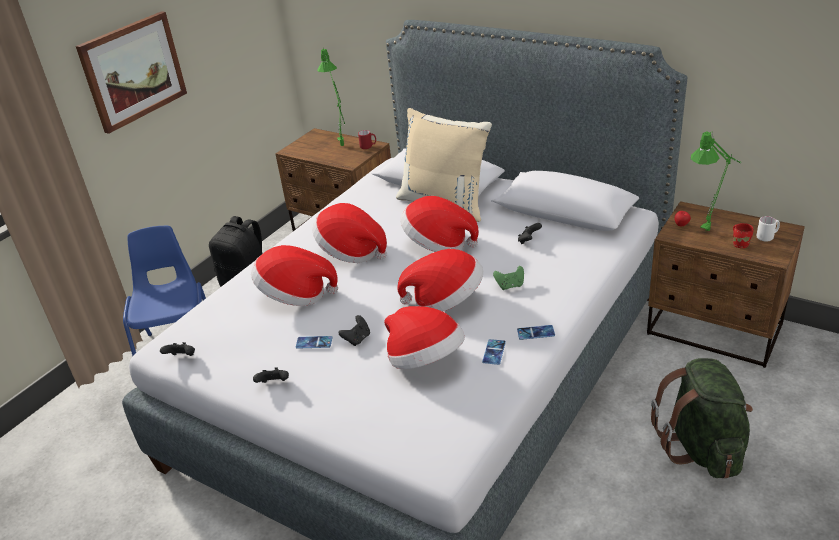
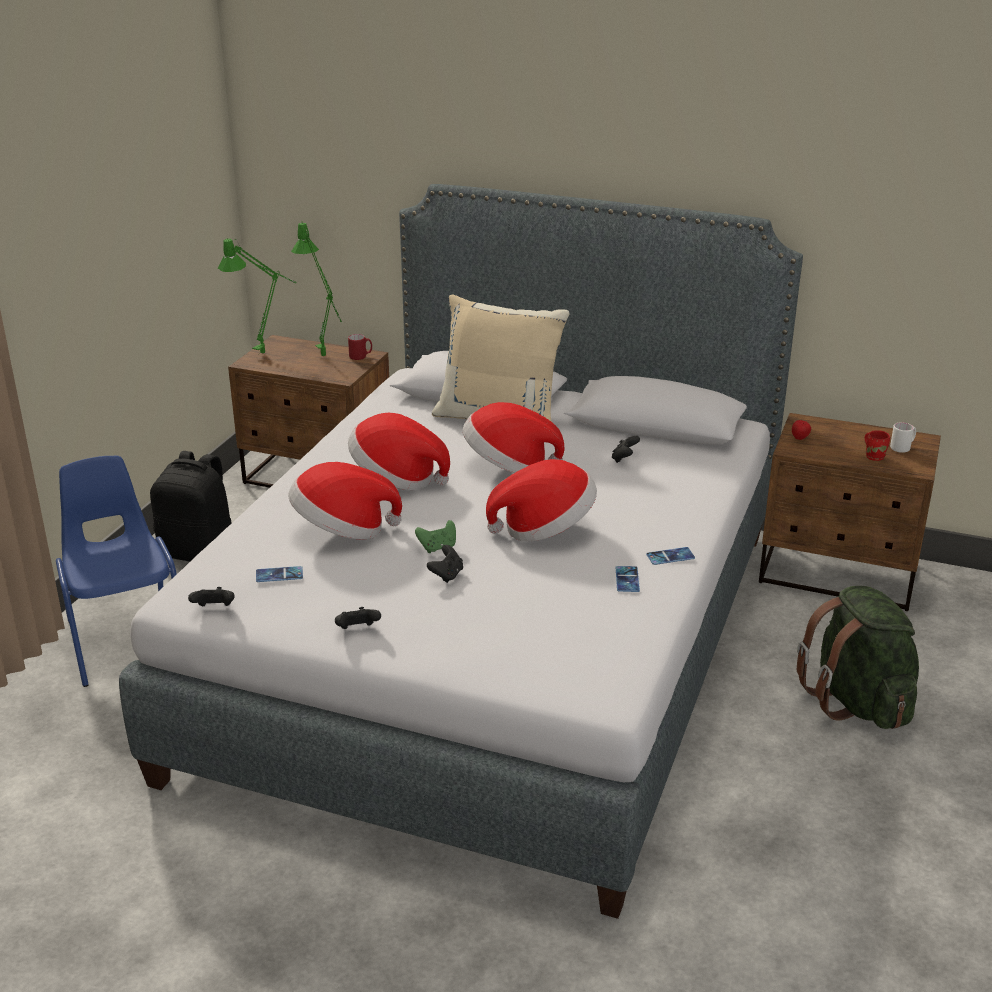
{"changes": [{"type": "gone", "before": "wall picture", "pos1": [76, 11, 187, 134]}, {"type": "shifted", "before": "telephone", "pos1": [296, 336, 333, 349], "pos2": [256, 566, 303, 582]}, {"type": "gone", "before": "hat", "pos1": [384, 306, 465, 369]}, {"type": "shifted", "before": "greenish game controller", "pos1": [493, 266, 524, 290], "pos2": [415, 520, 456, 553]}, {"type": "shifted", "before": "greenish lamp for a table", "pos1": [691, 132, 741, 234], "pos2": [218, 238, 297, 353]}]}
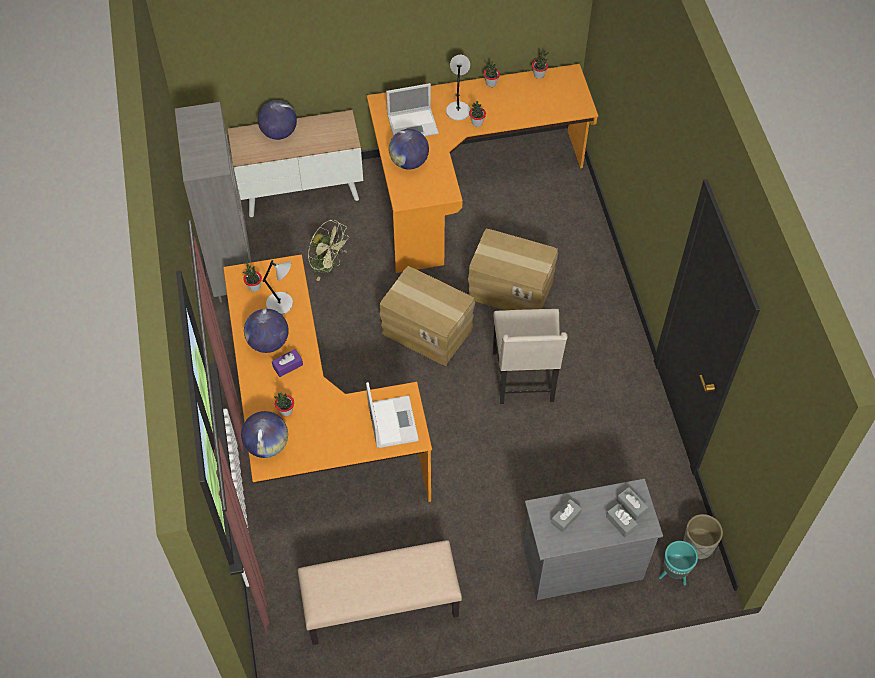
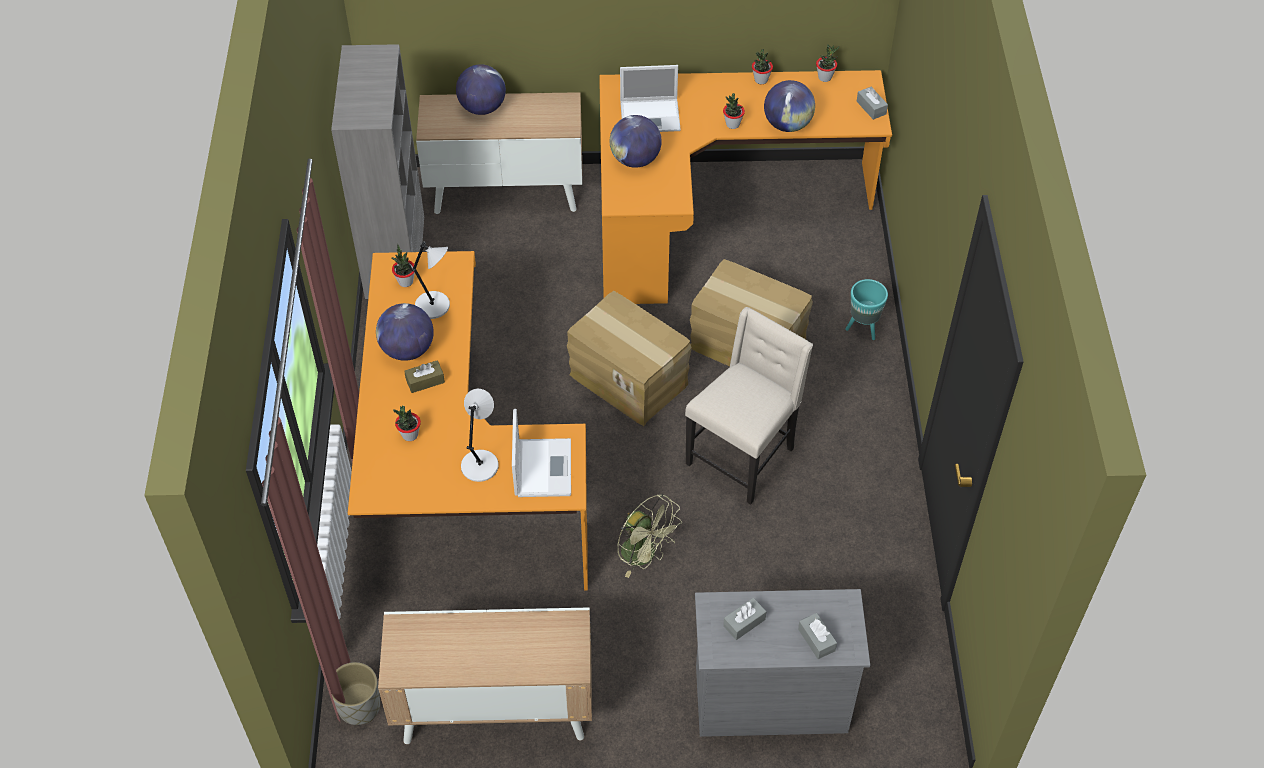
{"changes": [{"type": "shifted", "before": "world globe", "pos1": [241, 411, 288, 458], "pos2": [764, 80, 815, 132]}, {"type": "repainted", "before": "purple-coloured box of tissues", "after": "brown-coloured box of tissues", "pos1": [272, 349, 303, 377], "pos2": [404, 360, 445, 393]}, {"type": "swapped", "before": "beige bench", "after": "cabinet", "pos1": [298, 540, 462, 645], "pos2": [378, 607, 592, 744]}, {"type": "shifted", "before": "greenish fan", "pos1": [308, 219, 350, 281], "pos2": [617, 494, 682, 578]}, {"type": "shifted", "before": "grey lamp for a table", "pos1": [446, 55, 470, 120], "pos2": [461, 389, 499, 482]}, {"type": "rotated", "before": "beige upright chair", "pos1": [493, 309, 567, 404], "pos2": [685, 307, 813, 505], "turn": -150}, {"type": "shifted", "before": "grey box of tissues", "pos1": [616, 487, 648, 521], "pos2": [857, 87, 888, 120]}, {"type": "shifted", "before": "turquoise plant pot", "pos1": [659, 541, 698, 586], "pos2": [845, 279, 888, 340]}, {"type": "shifted", "before": "grey plant pot", "pos1": [683, 514, 723, 559], "pos2": [332, 662, 380, 725]}]}
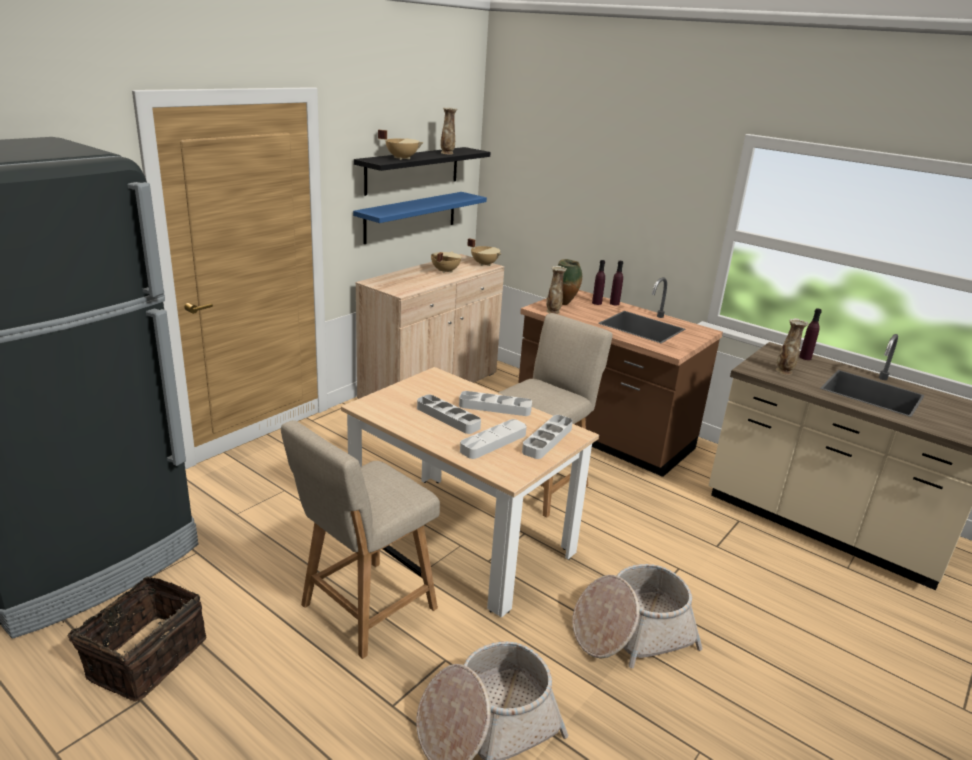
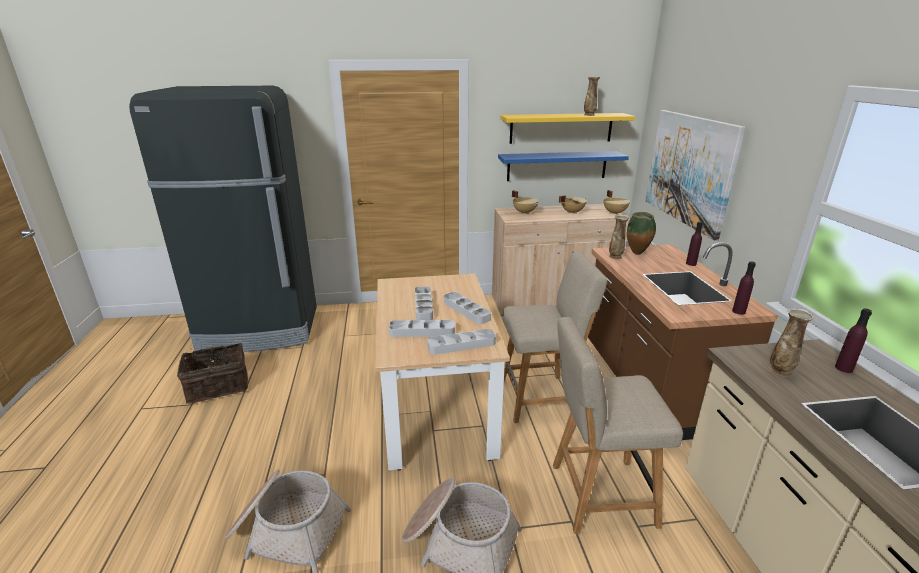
{"changes": [{"type": "shifted", "before": "beige upright chair", "pos1": [281, 420, 440, 659], "pos2": [553, 317, 683, 534]}, {"type": "repainted", "before": "black-coloured shelf", "after": "yellow-coloured shelf", "pos1": [354, 147, 491, 196], "pos2": [500, 113, 636, 144]}, {"type": "shifted", "before": "beige cooking pot", "pos1": [378, 130, 424, 160], "pos2": [512, 190, 538, 214]}, {"type": "shifted", "before": "purple-coloured bottle", "pos1": [592, 260, 605, 305], "pos2": [732, 261, 756, 315]}, {"type": "new", "after": "wall picture", "pos2": [645, 110, 746, 240]}]}
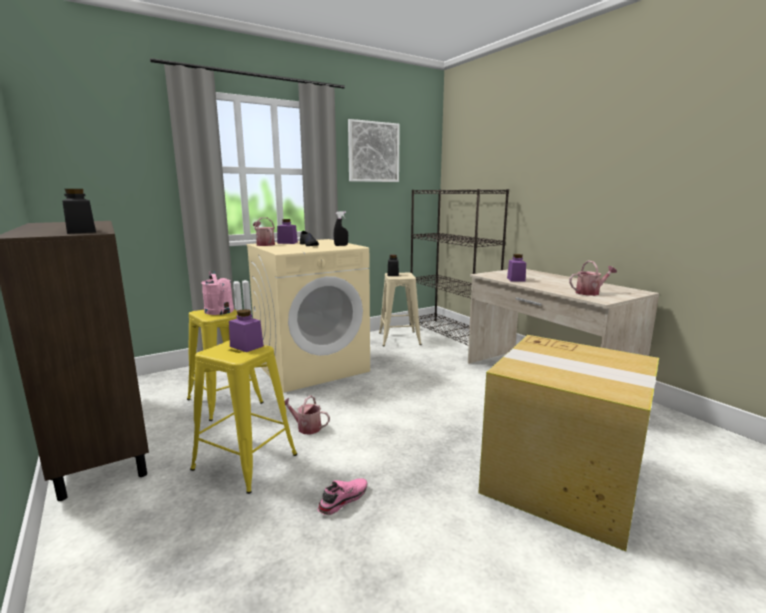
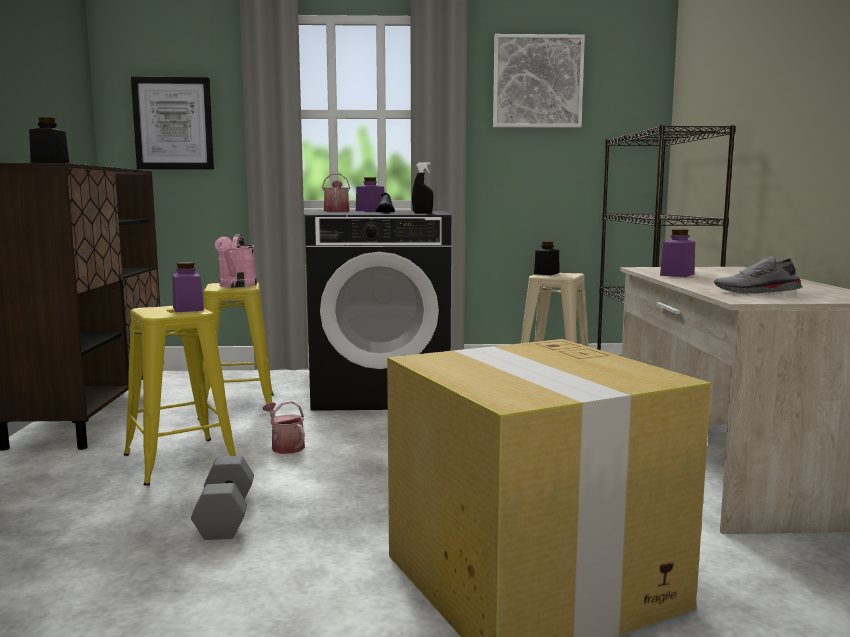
{"changes": [{"type": "repainted", "before": "beige laundry machine", "after": "black-coloured laundry machine", "pos1": [246, 239, 370, 393], "pos2": [305, 211, 451, 411]}, {"type": "swapped", "before": "pink low shoe", "after": "grey dumbbell", "pos1": [318, 478, 368, 515], "pos2": [191, 456, 254, 540]}, {"type": "swapped", "before": "sprinkling can", "after": "grey low shoe", "pos1": [569, 261, 617, 296], "pos2": [714, 256, 802, 294]}, {"type": "new", "after": "wall picture", "pos2": [131, 77, 214, 169]}]}
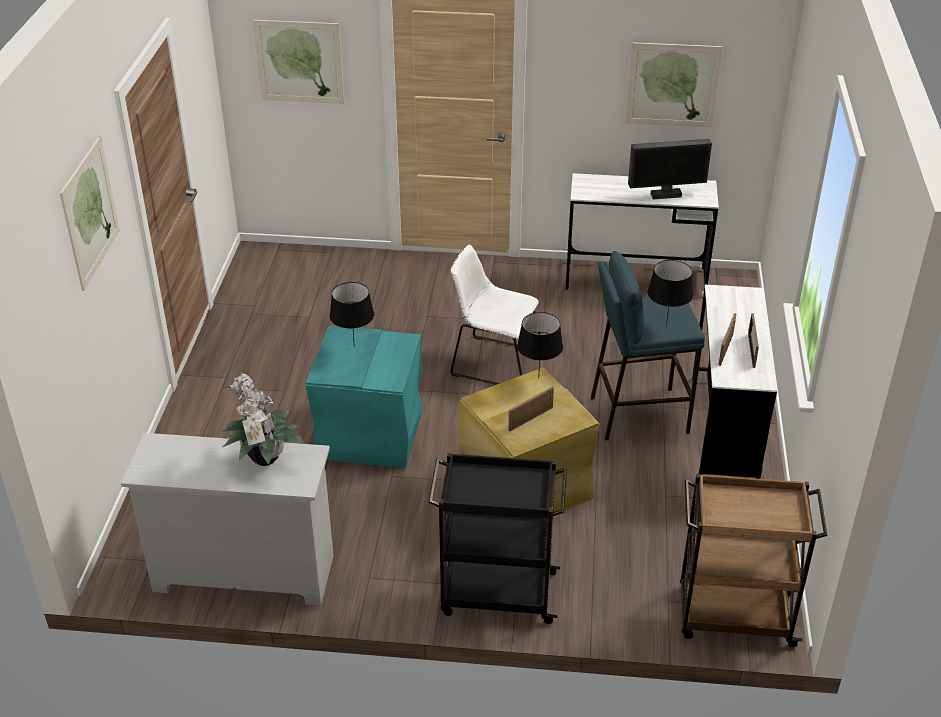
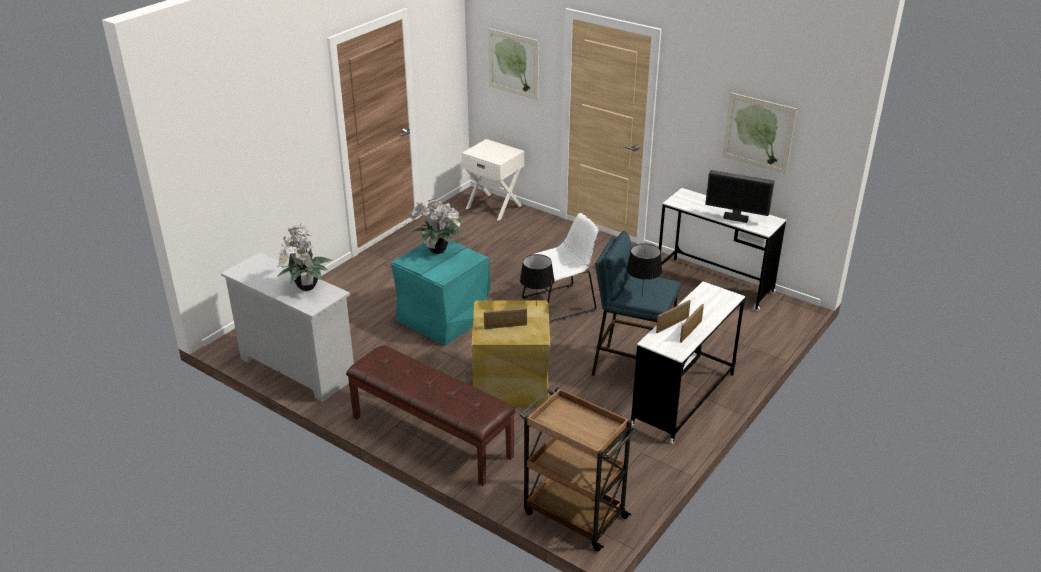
{"changes": [{"type": "gone", "before": "wall picture", "pos1": [60, 137, 120, 291]}, {"type": "swapped", "before": "black-coloured lamp for a table", "after": "houseplant", "pos1": [329, 282, 374, 347], "pos2": [408, 199, 464, 254]}, {"type": "swapped", "before": "black-coloured cart", "after": "brown-coloured bench", "pos1": [428, 453, 567, 624], "pos2": [346, 345, 515, 486]}, {"type": "rotated", "before": "white upright chair", "pos1": [450, 245, 541, 385], "pos2": [522, 213, 599, 323], "turn": 105}, {"type": "new", "after": "white night table", "pos2": [462, 139, 524, 221]}]}
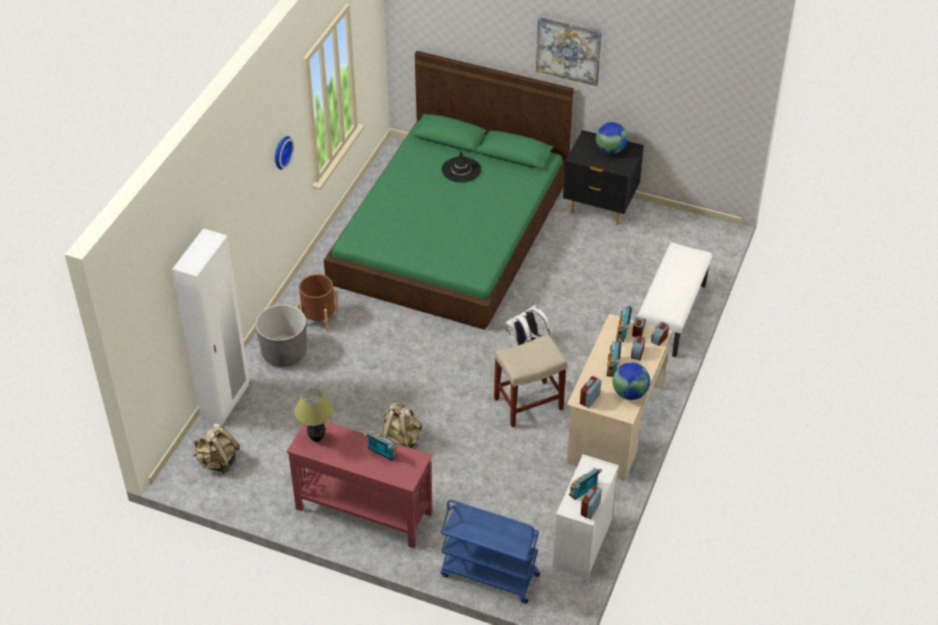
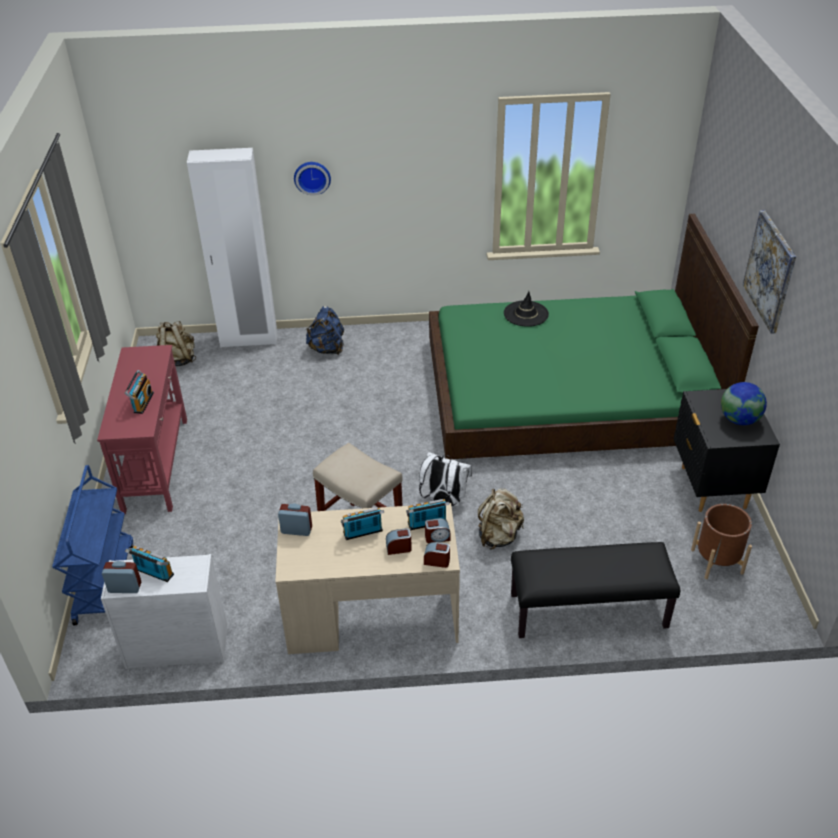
{"changes": [{"type": "swapped", "before": "grey plant pot", "after": "blue-coloured rucksack", "pos1": [255, 304, 307, 367], "pos2": [306, 306, 344, 355]}, {"type": "shifted", "before": "hanging clock", "pos1": [275, 136, 294, 170], "pos2": [294, 162, 331, 196]}, {"type": "gone", "before": "lamp for a table", "pos1": [294, 389, 334, 442]}, {"type": "shifted", "before": "brown-coloured plant pot", "pos1": [297, 274, 339, 332], "pos2": [691, 504, 752, 579]}, {"type": "shifted", "before": "beige rucksack", "pos1": [381, 403, 422, 449], "pos2": [478, 488, 524, 550]}, {"type": "shifted", "before": "black-coloured hat", "pos1": [442, 151, 481, 183], "pos2": [504, 291, 549, 327]}, {"type": "gone", "before": "world globe", "pos1": [613, 362, 650, 400]}, {"type": "repainted", "before": "white bench", "after": "black-coloured bench", "pos1": [637, 243, 712, 357], "pos2": [511, 542, 680, 638]}]}
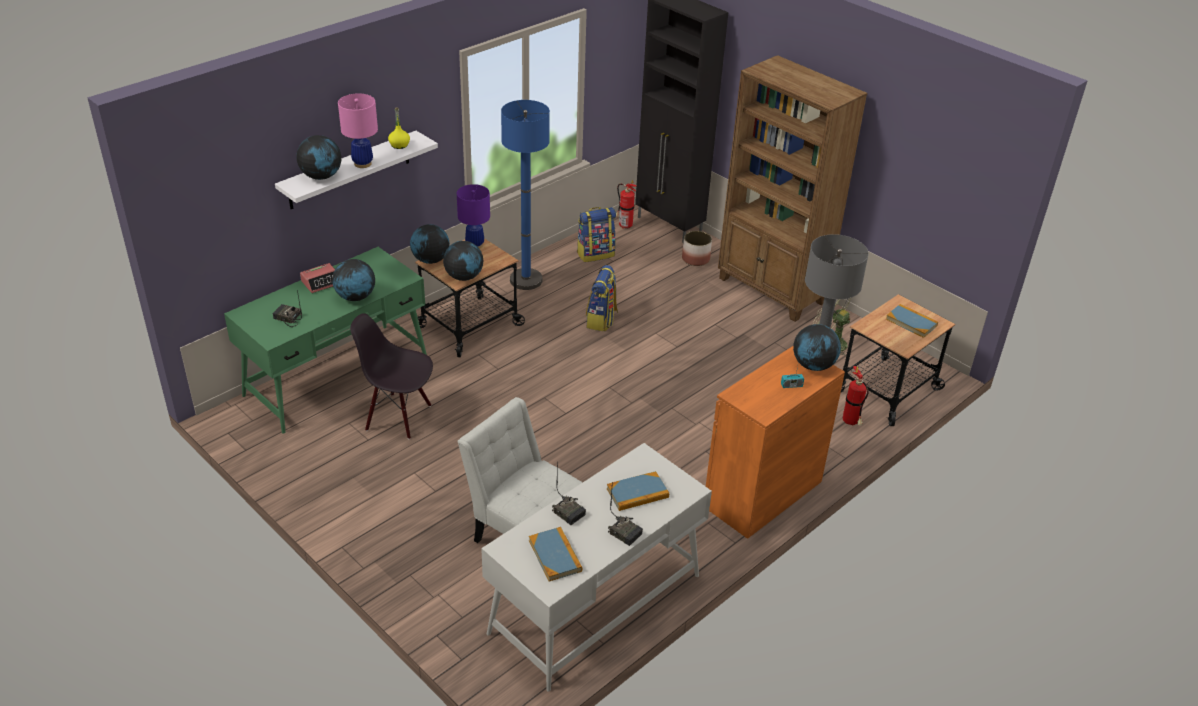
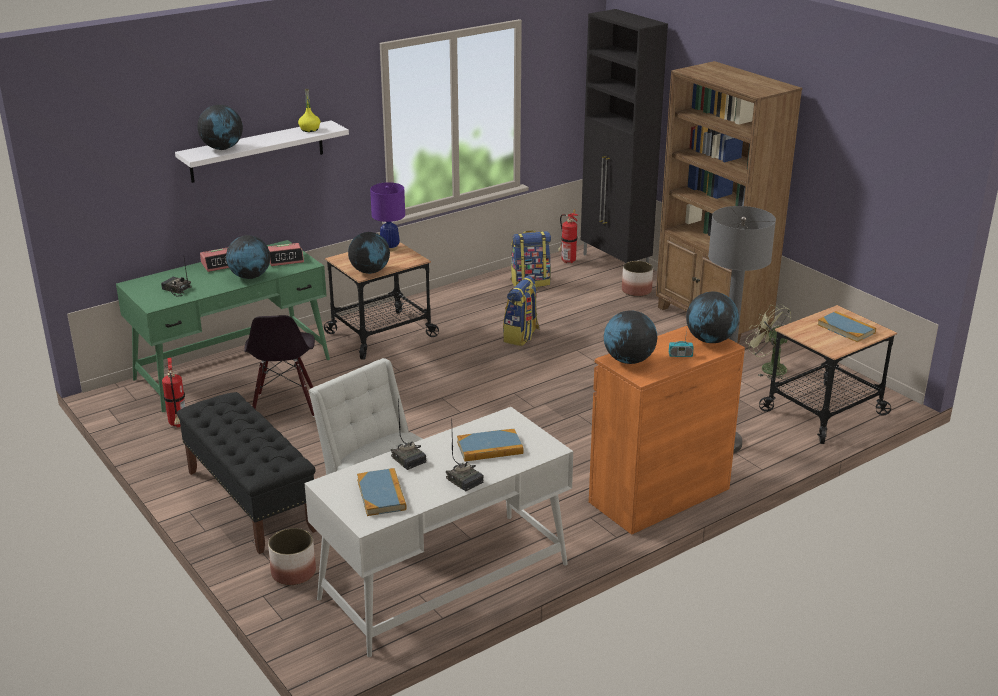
{"changes": [{"type": "gone", "before": "pink lamp for a table", "pos1": [338, 93, 378, 168]}, {"type": "rotated", "before": "black-coloured upright chair", "pos1": [350, 313, 433, 439], "pos2": [244, 315, 315, 417], "turn": -120}, {"type": "shifted", "before": "world globe", "pos1": [410, 224, 450, 264], "pos2": [604, 310, 657, 364]}, {"type": "gone", "before": "blue-coloured floor lamp", "pos1": [501, 100, 550, 290]}, {"type": "shifted", "before": "fire-fighting cylinder", "pos1": [843, 366, 869, 425], "pos2": [162, 357, 186, 427]}, {"type": "new", "after": "black-coloured bench", "pos2": [177, 392, 317, 554]}, {"type": "new", "after": "alarm clock", "pos2": [268, 243, 304, 266]}, {"type": "new", "after": "plant pot", "pos2": [268, 528, 316, 585]}]}
